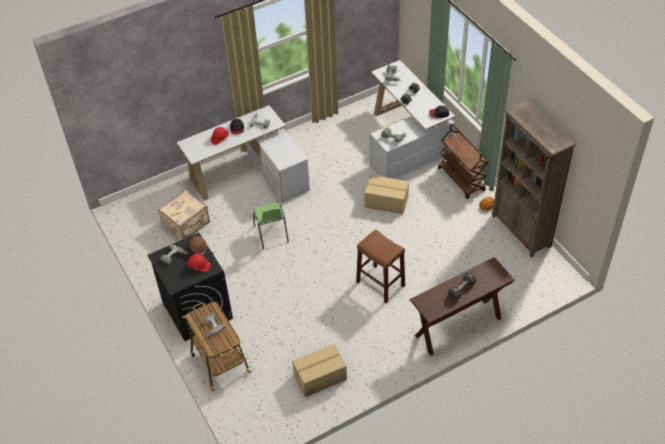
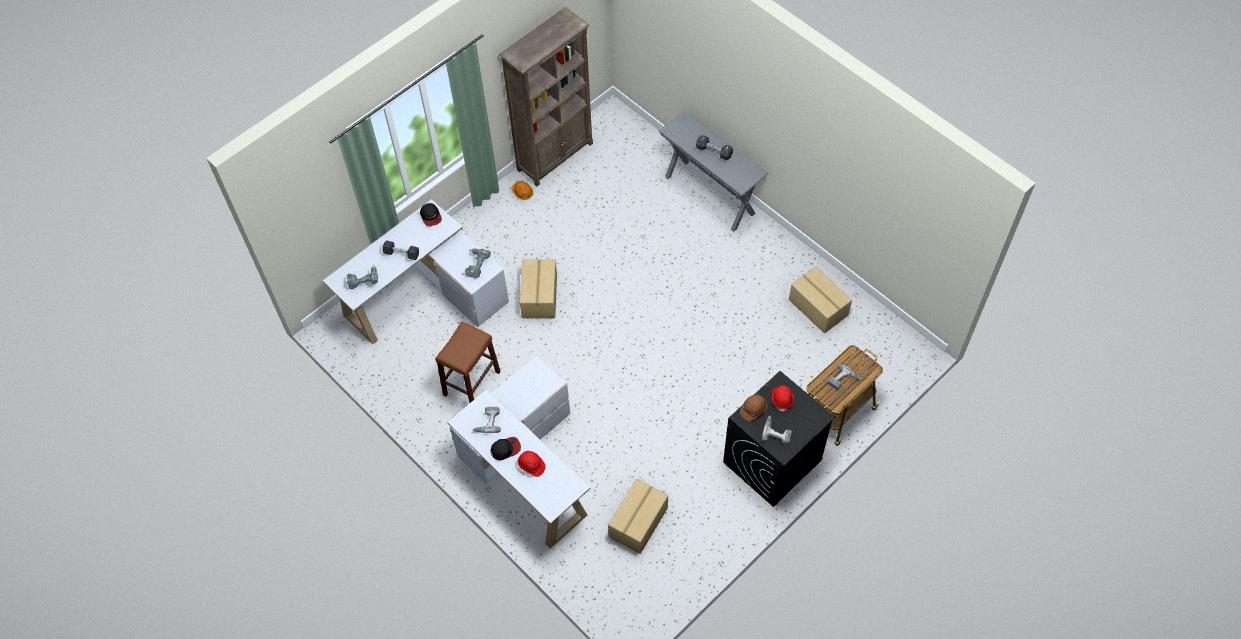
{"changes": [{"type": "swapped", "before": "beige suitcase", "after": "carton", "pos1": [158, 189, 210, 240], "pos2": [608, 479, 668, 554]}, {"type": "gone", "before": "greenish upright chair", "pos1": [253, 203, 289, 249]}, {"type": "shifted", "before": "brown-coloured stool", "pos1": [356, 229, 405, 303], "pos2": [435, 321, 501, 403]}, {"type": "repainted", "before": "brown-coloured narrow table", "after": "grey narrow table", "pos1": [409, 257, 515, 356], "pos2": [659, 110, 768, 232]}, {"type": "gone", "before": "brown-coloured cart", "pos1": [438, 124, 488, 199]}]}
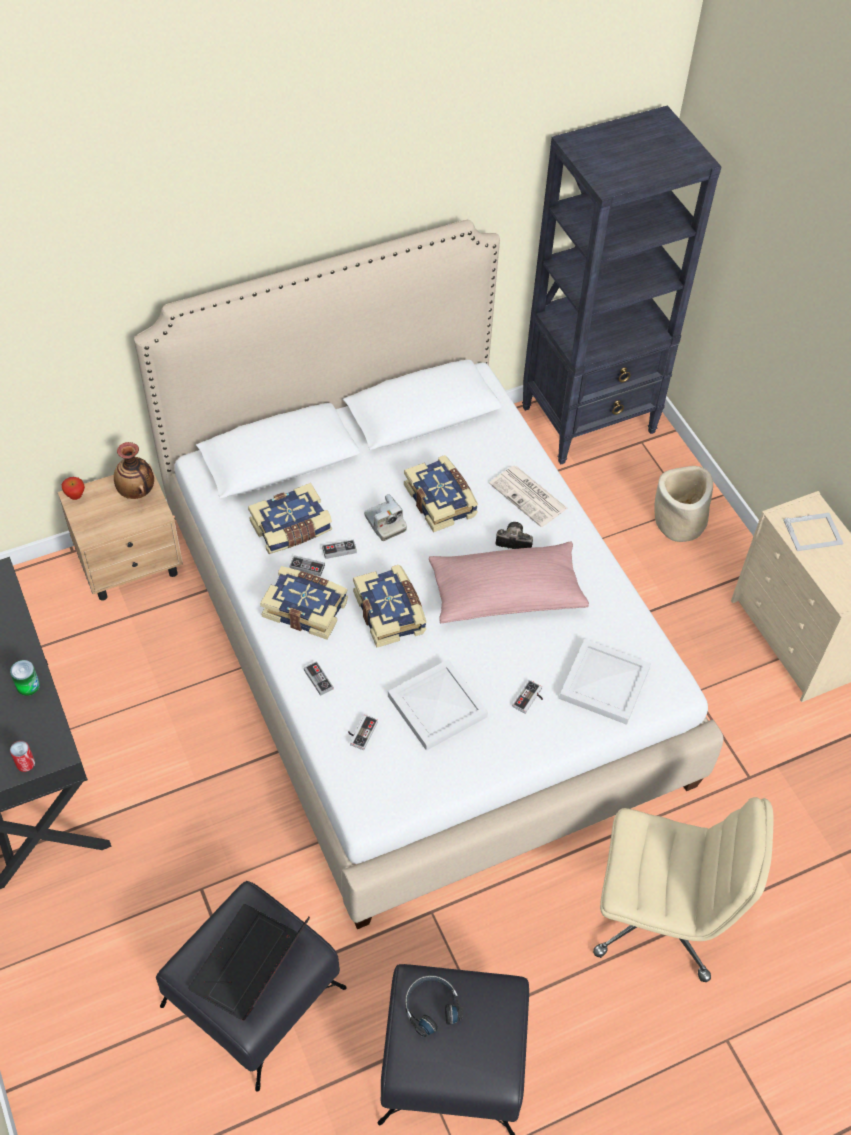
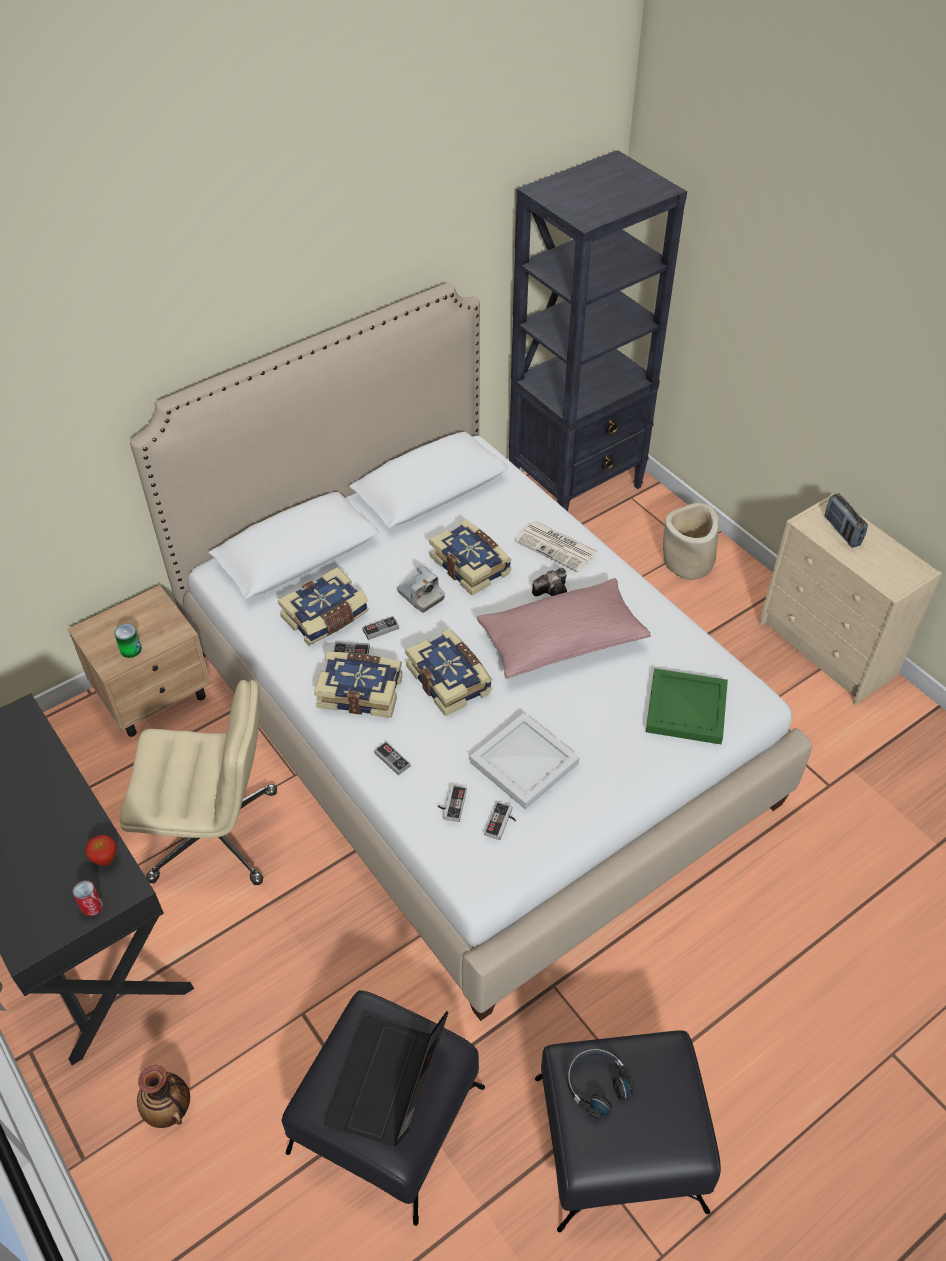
{"changes": [{"type": "shifted", "before": "metal can", "pos1": [10, 660, 40, 696], "pos2": [114, 624, 142, 658]}, {"type": "shifted", "before": "whole apple", "pos1": [62, 477, 85, 500], "pos2": [85, 835, 117, 866]}, {"type": "shifted", "before": "flower vase", "pos1": [114, 442, 154, 499], "pos2": [137, 1065, 190, 1128]}, {"type": "rotated", "before": "photo camera", "pos1": [496, 522, 533, 549], "pos2": [532, 568, 567, 597], "turn": 150}, {"type": "shifted", "before": "game controller", "pos1": [513, 680, 543, 714], "pos2": [484, 802, 516, 840]}, {"type": "repainted", "before": "white tray", "after": "greenish tray", "pos1": [559, 639, 651, 725], "pos2": [646, 668, 728, 744]}, {"type": "shifted", "before": "beige desk chair", "pos1": [593, 797, 773, 982], "pos2": [120, 680, 277, 885]}, {"type": "swapped", "before": "picture frame", "after": "radio set", "pos1": [783, 513, 844, 551], "pos2": [824, 493, 868, 547]}]}
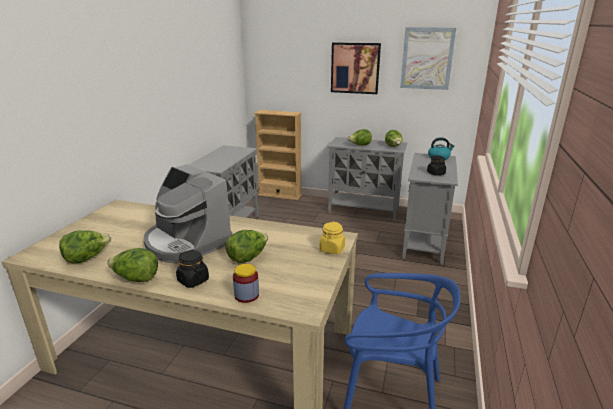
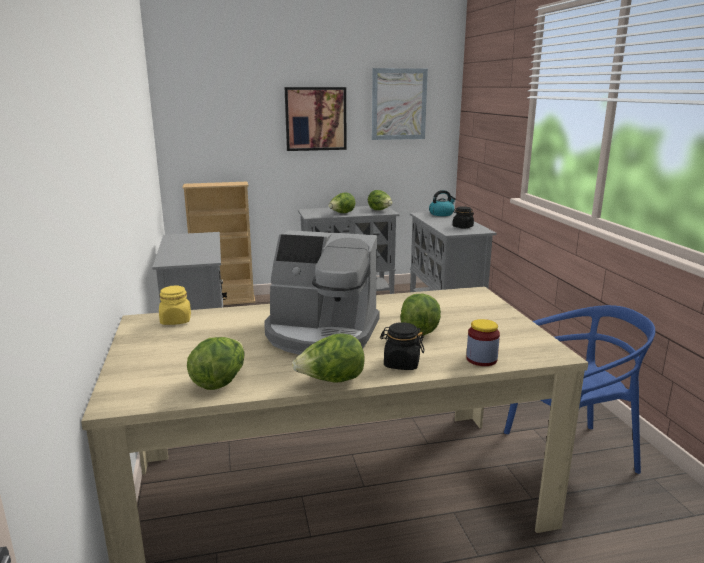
{"changes": [{"type": "shifted", "before": "yellow-coloured storage jar", "pos1": [320, 222, 345, 254], "pos2": [159, 285, 191, 325]}]}
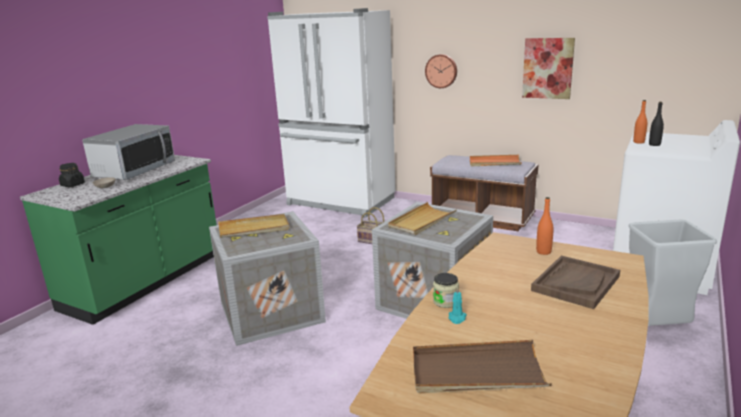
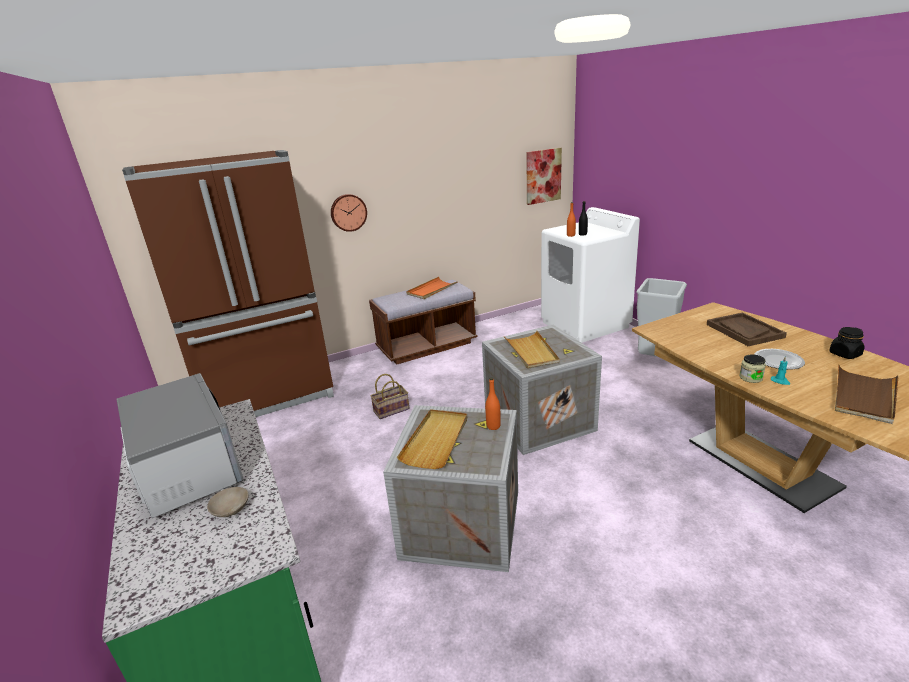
{"changes": [{"type": "shifted", "before": "black-coloured storage jar", "pos1": [59, 163, 85, 187], "pos2": [829, 327, 865, 359]}, {"type": "repainted", "before": "white kitchen fridge", "after": "brown-coloured kitchen fridge", "pos1": [267, 8, 396, 218], "pos2": [122, 150, 334, 417]}, {"type": "shifted", "before": "wall picture", "pos1": [522, 38, 575, 99], "pos2": [526, 148, 562, 205]}, {"type": "shifted", "before": "orange-coloured bottle", "pos1": [536, 197, 554, 255], "pos2": [485, 378, 501, 430]}, {"type": "new", "after": "plate", "pos2": [754, 349, 805, 370]}]}
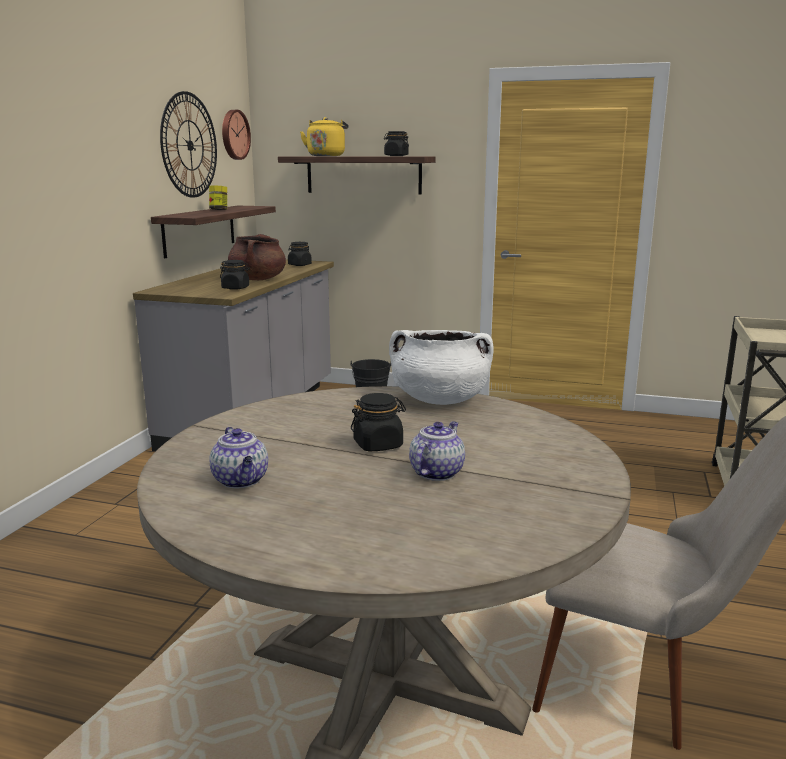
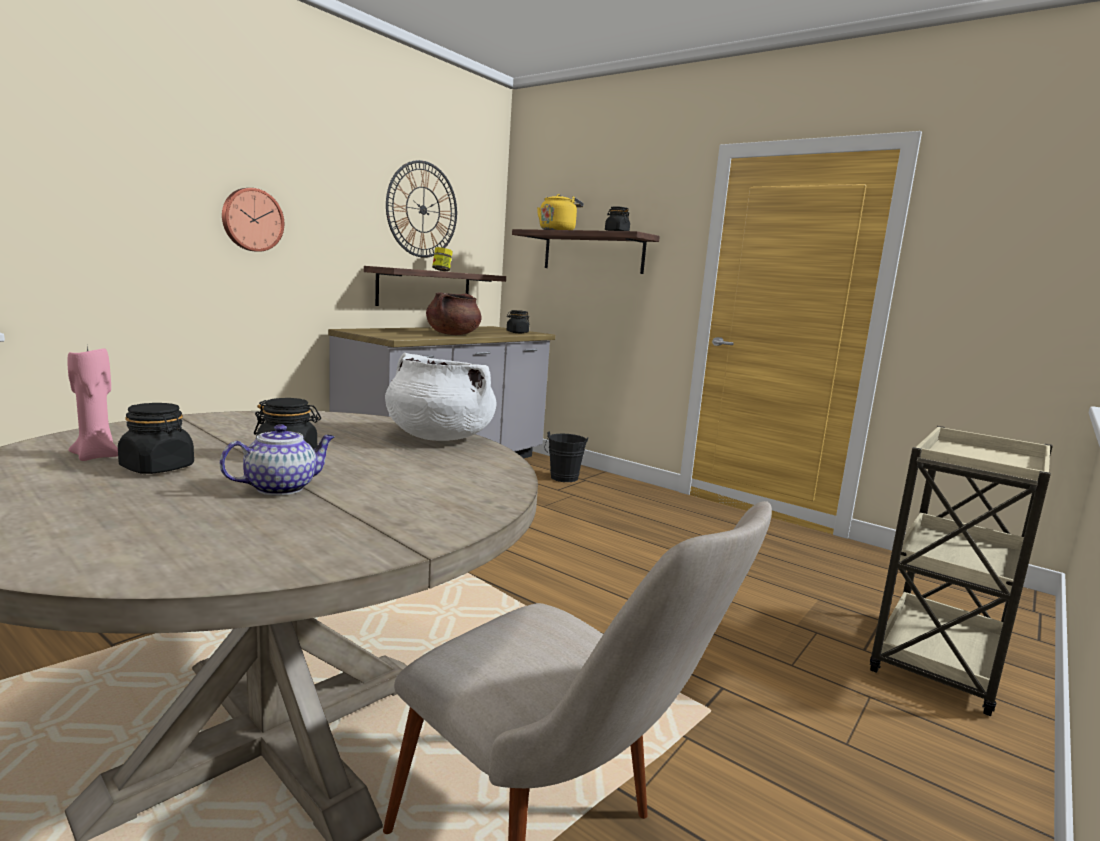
{"changes": [{"type": "swapped", "before": "tea pot", "after": "pink candle", "pos1": [209, 427, 268, 489], "pos2": [68, 347, 118, 461]}, {"type": "shifted", "before": "black-coloured storage jar", "pos1": [220, 260, 250, 290], "pos2": [118, 403, 194, 474]}, {"type": "shifted", "before": "hanging clock", "pos1": [222, 110, 251, 160], "pos2": [222, 188, 284, 252]}]}
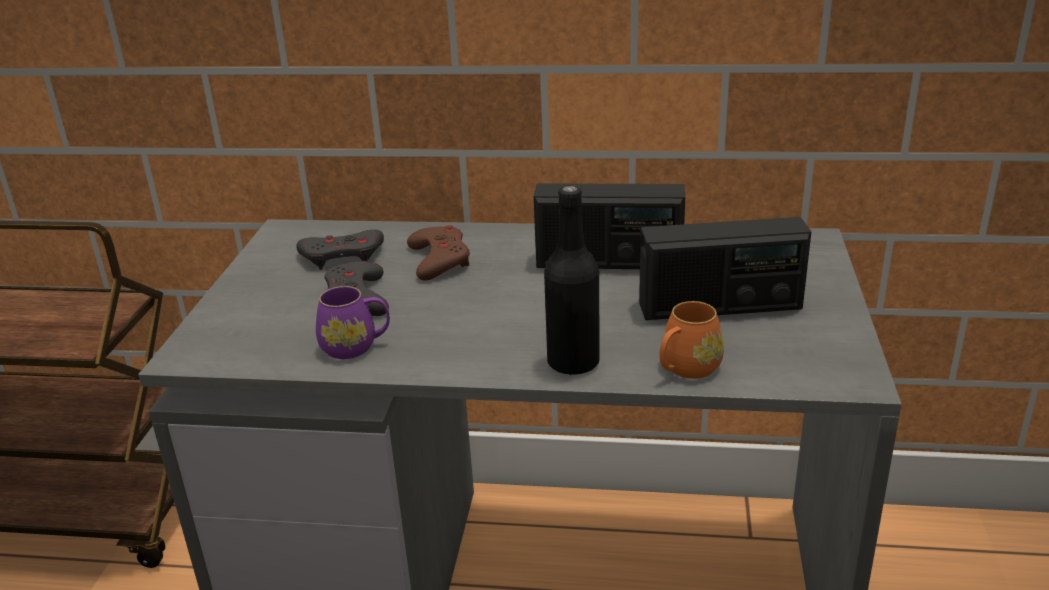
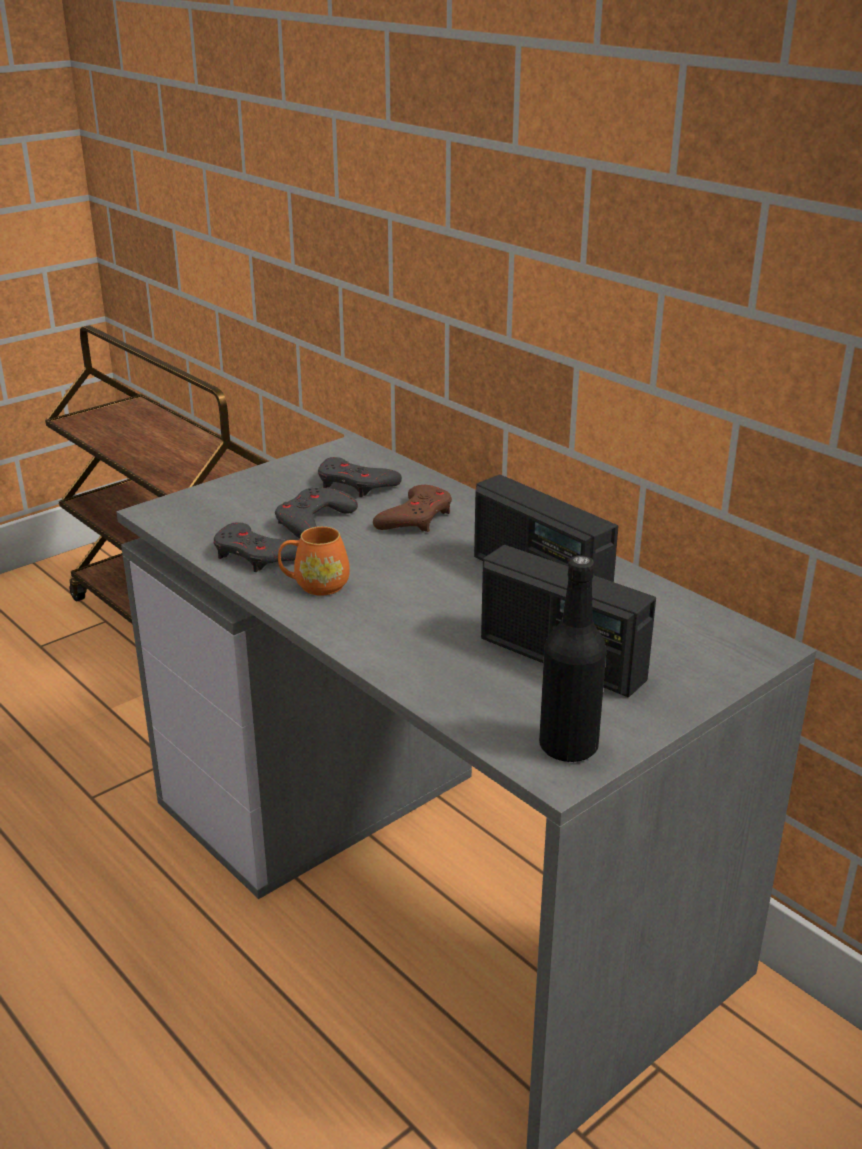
{"changes": [{"type": "swapped", "before": "purple-coloured coffee mug", "after": "grey game controller", "pos1": [316, 286, 390, 359], "pos2": [214, 522, 298, 572]}, {"type": "shifted", "before": "black-coloured bottle", "pos1": [544, 185, 600, 375], "pos2": [539, 555, 607, 763]}, {"type": "shifted", "before": "orange-coloured coffee mug", "pos1": [659, 301, 724, 379], "pos2": [278, 526, 350, 596]}]}
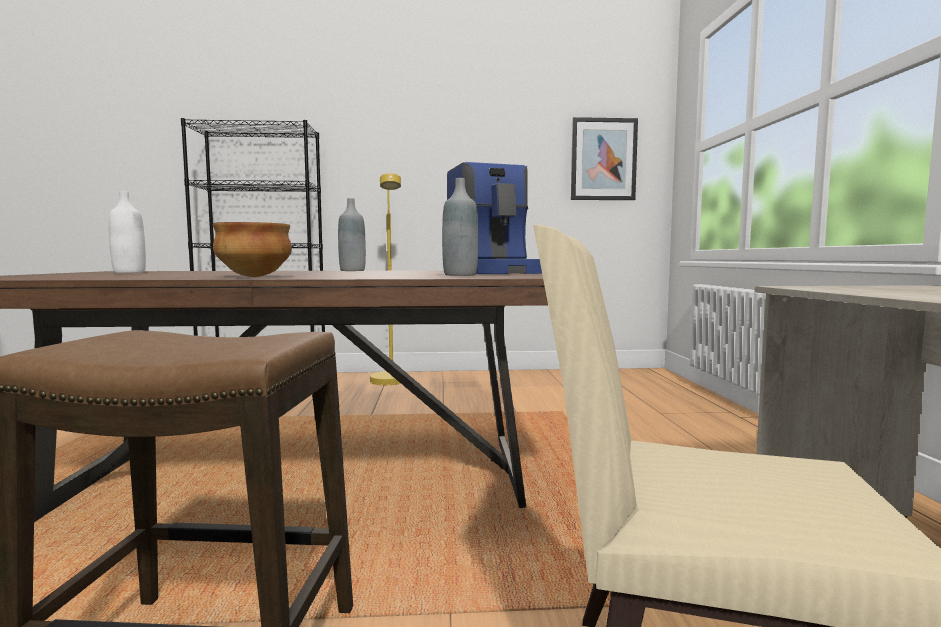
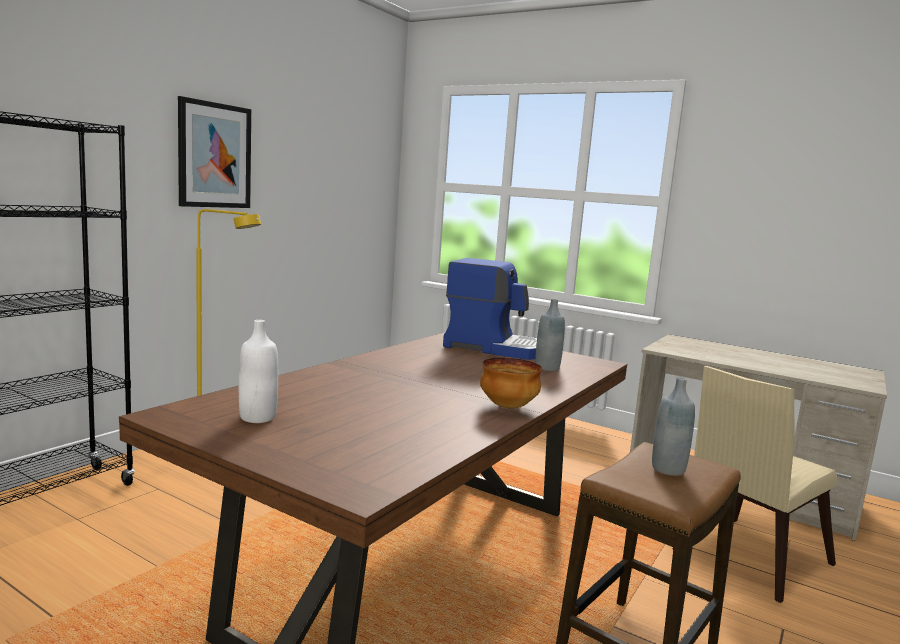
{"changes": [{"type": "shifted", "before": "grey bottle", "pos1": [338, 198, 366, 271], "pos2": [652, 377, 695, 476]}, {"type": "shifted", "before": "wall picture", "pos1": [571, 117, 638, 200], "pos2": [178, 96, 251, 208]}]}
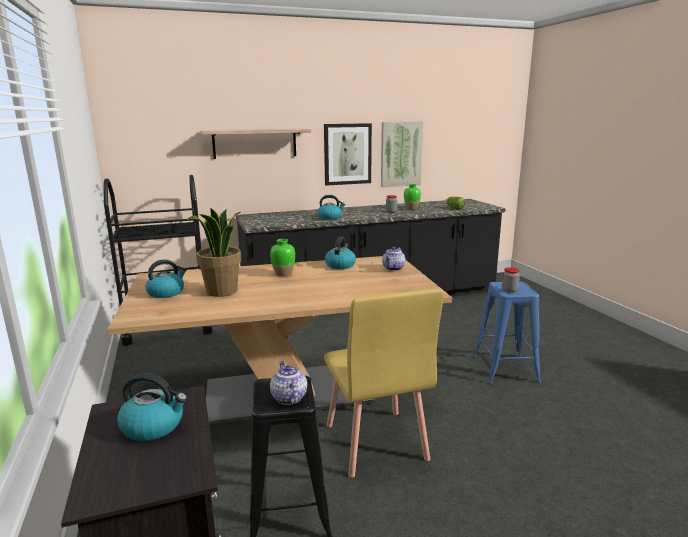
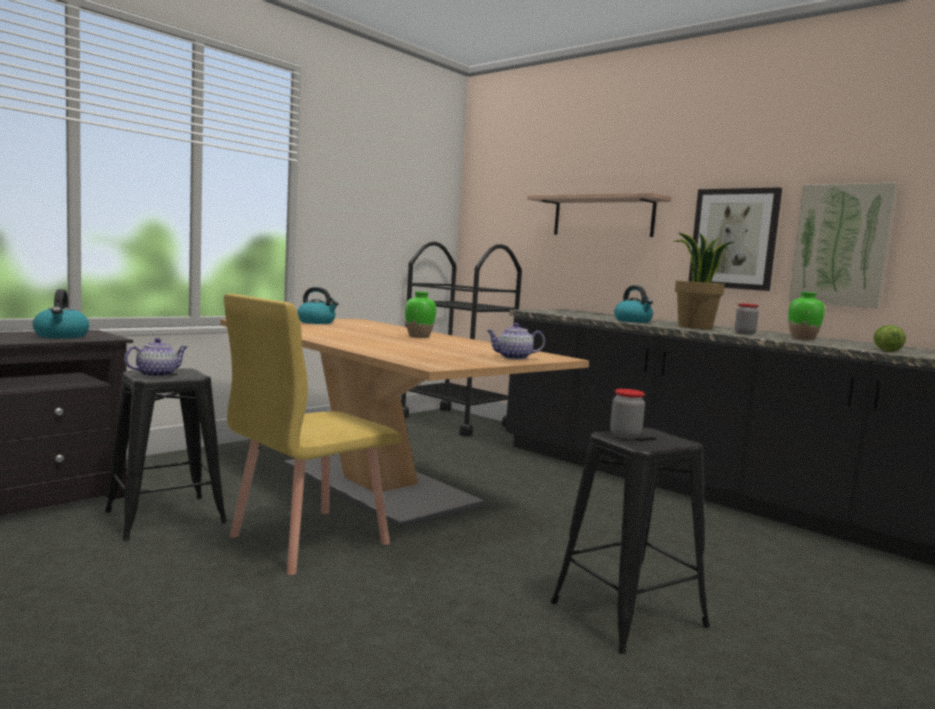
{"changes": [{"type": "shifted", "before": "houseplant", "pos1": [187, 208, 241, 297], "pos2": [673, 232, 734, 329]}, {"type": "gone", "before": "kettle", "pos1": [325, 237, 356, 269]}, {"type": "repainted", "before": "blue-coloured stool", "after": "black-coloured stool", "pos1": [473, 282, 541, 384], "pos2": [550, 428, 710, 654]}]}
